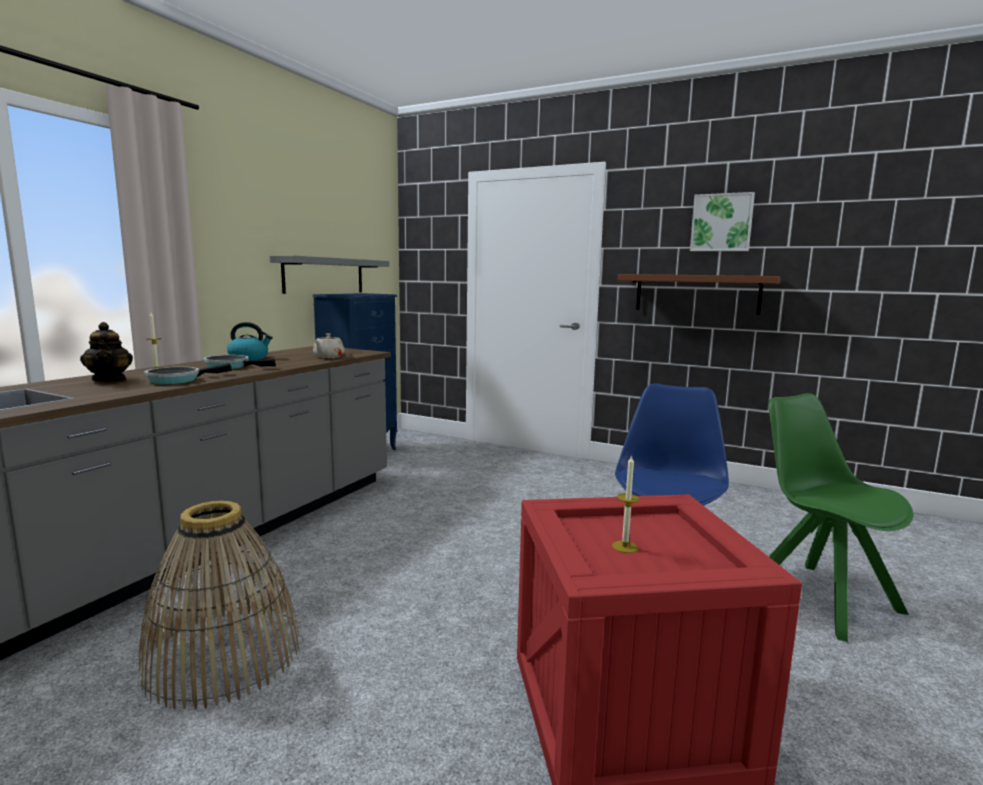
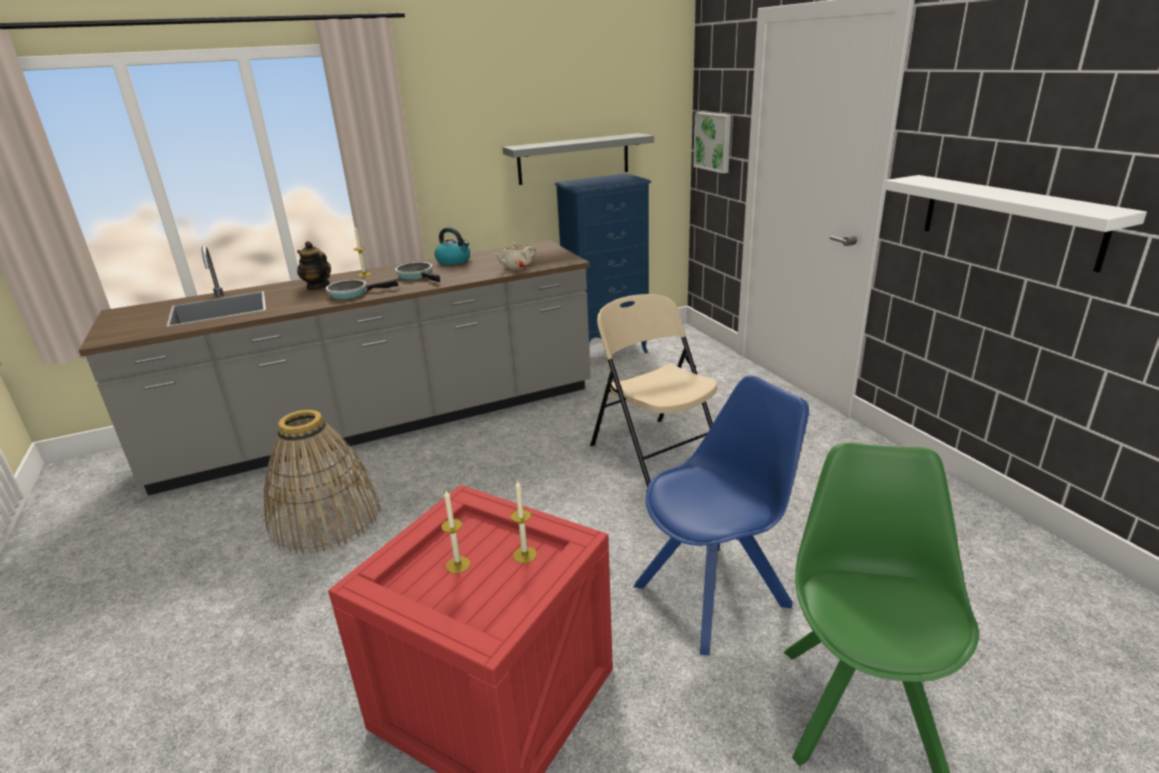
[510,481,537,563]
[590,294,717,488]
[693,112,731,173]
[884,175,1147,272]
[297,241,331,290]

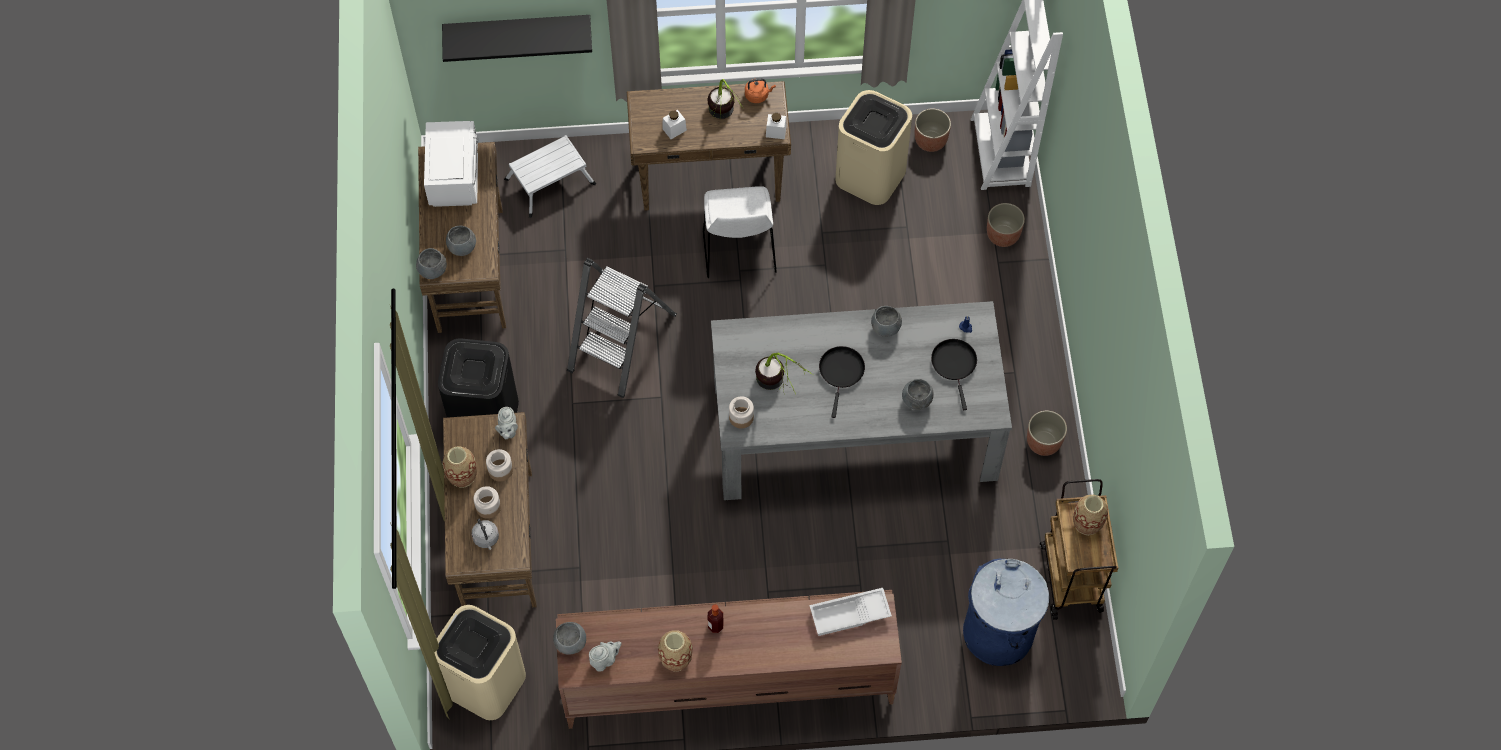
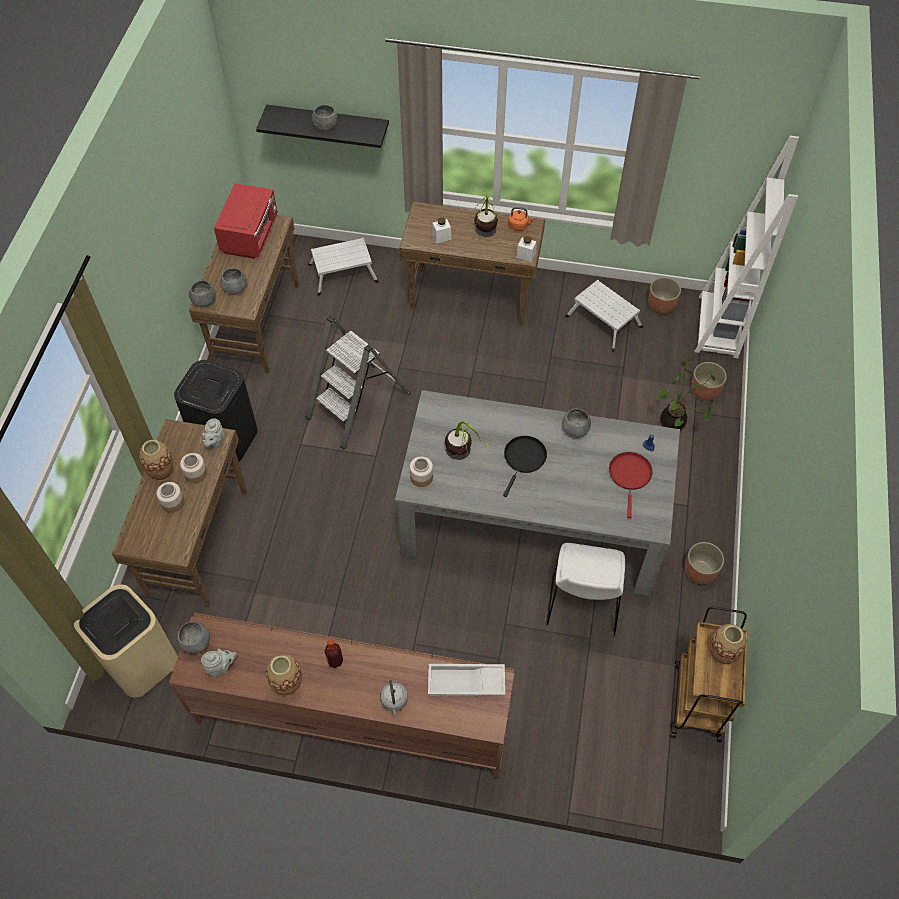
[963,558,1050,666] (first image)
[657,361,716,430]
[380,680,408,716]
[547,543,625,636]
[312,104,338,131]
[565,280,643,352]
[214,183,278,259]
[609,452,653,518]

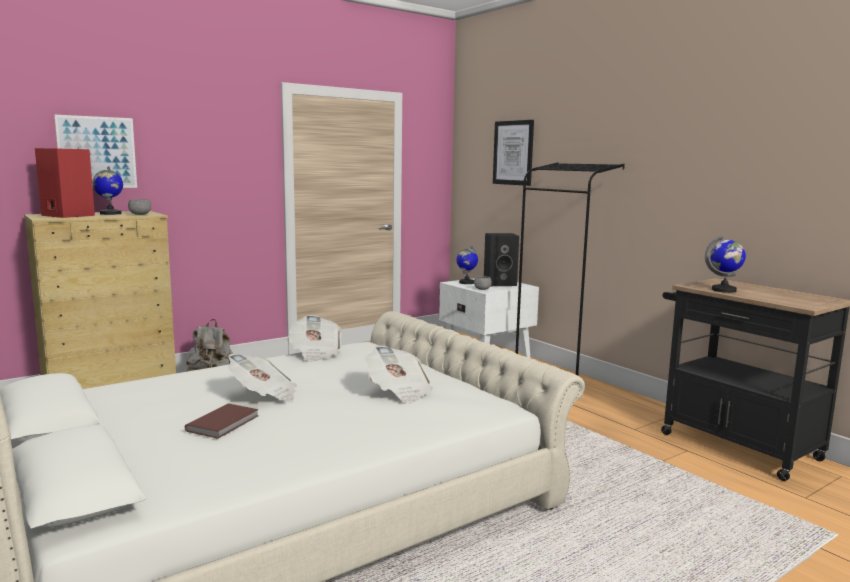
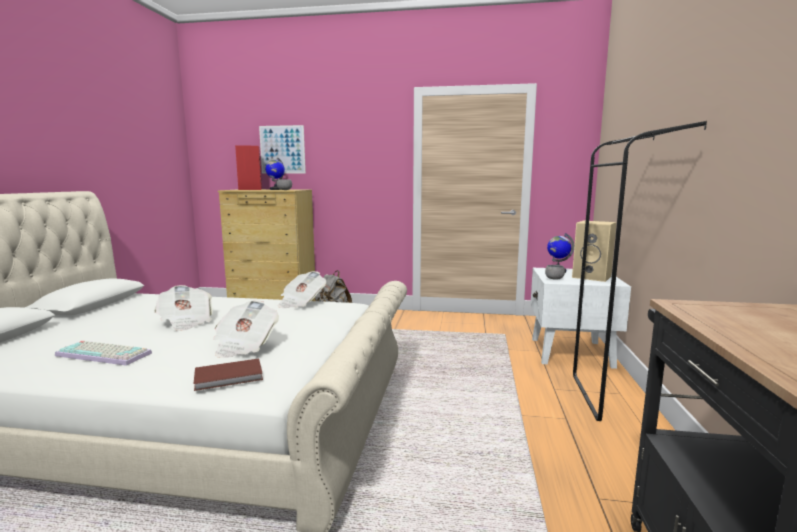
[493,120,534,186] (first image)
[705,235,746,293] (first image)
[55,341,152,366]
[193,358,263,391]
[572,221,616,282]

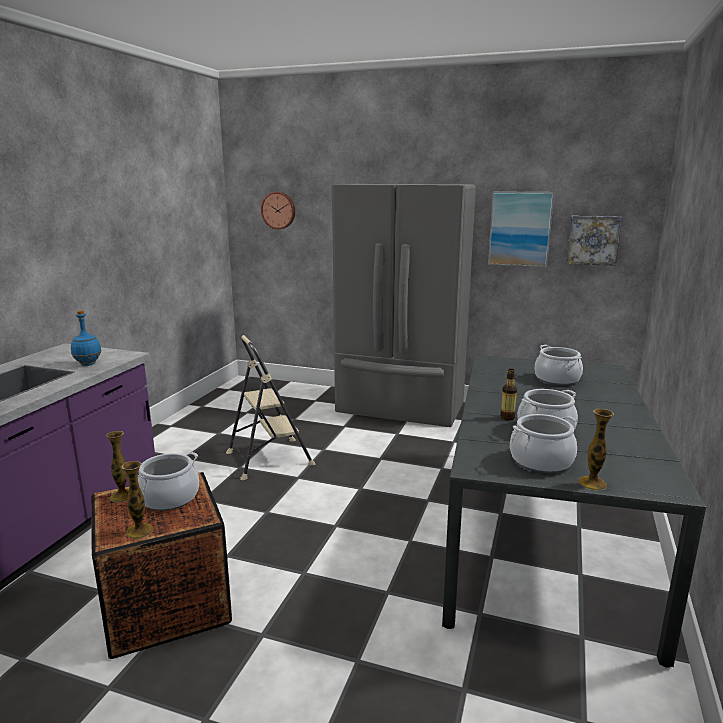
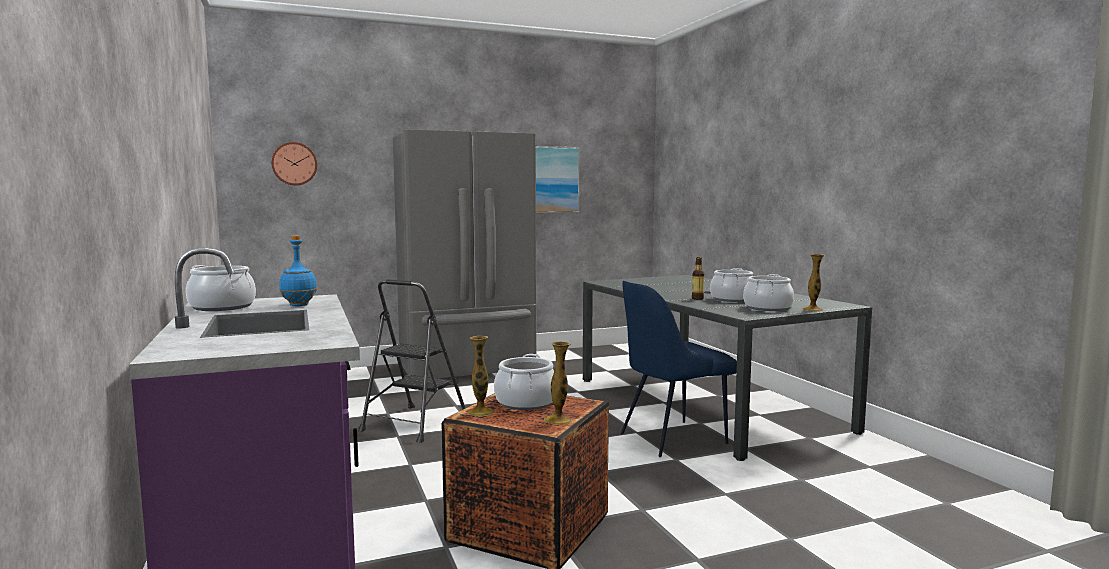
[566,216,622,266] (first image)
[621,281,737,457]
[186,265,256,311]
[358,279,465,443]

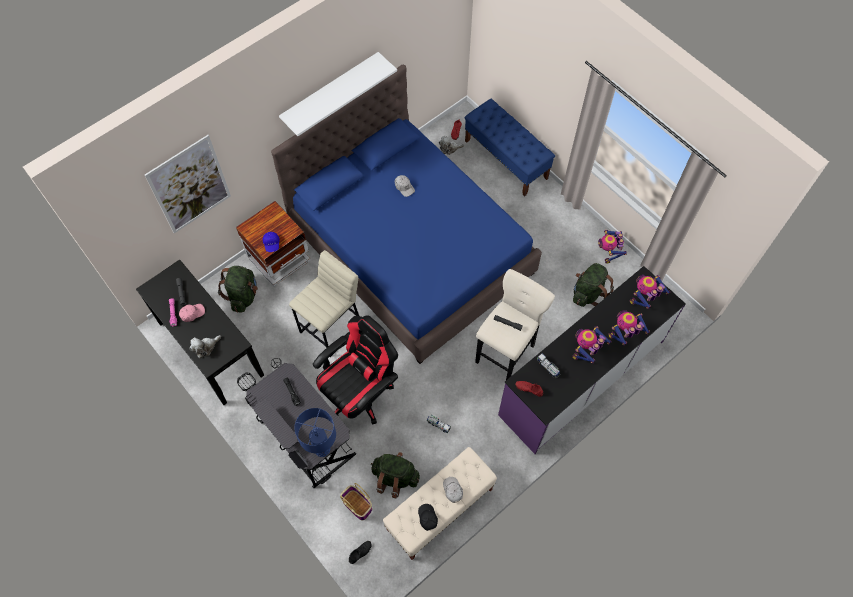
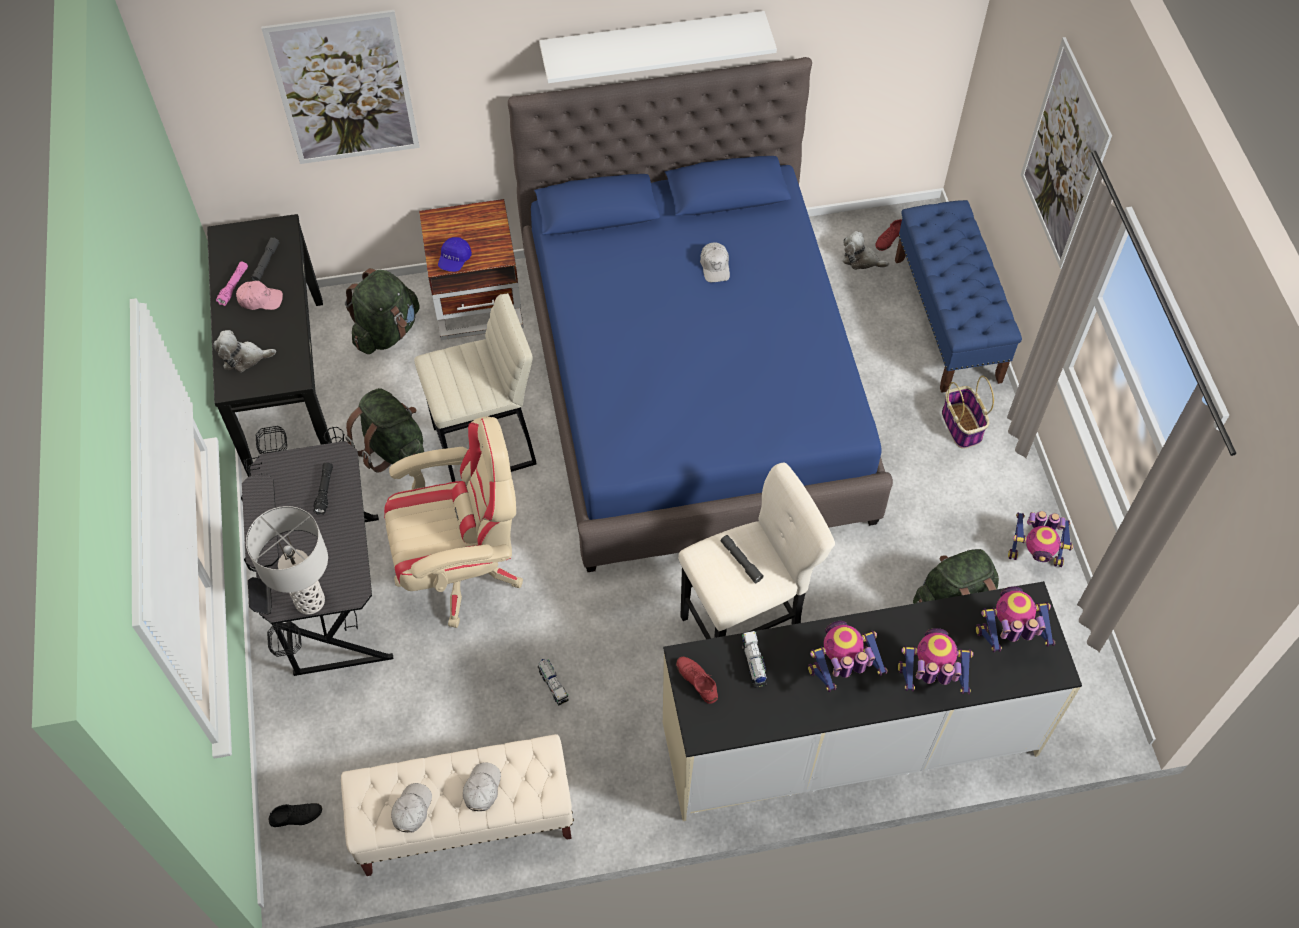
[1021,37,1112,269]
[942,376,994,449]
[345,388,424,473]
[246,506,328,615]
[384,416,523,628]
[391,783,432,832]
[663,581,1082,821]
[1008,511,1073,567]

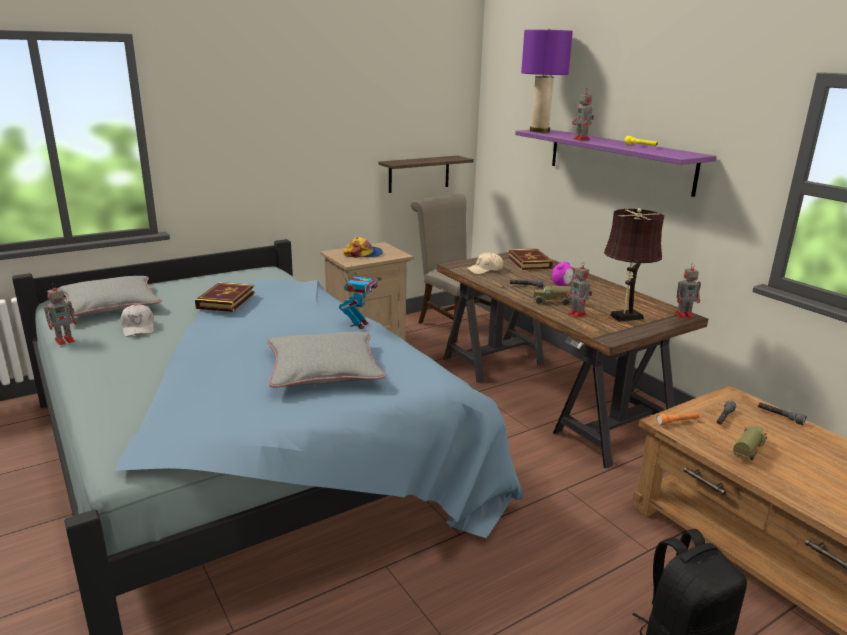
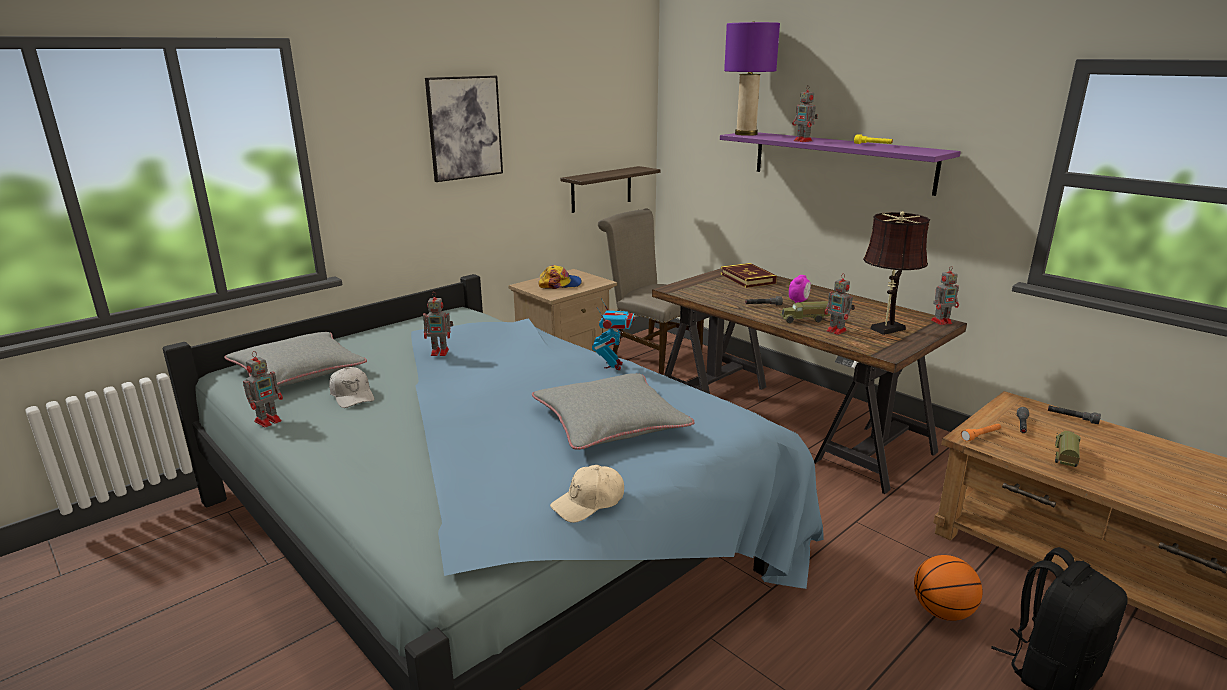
[425,76,503,182]
[914,555,983,621]
[550,465,624,523]
[423,292,453,356]

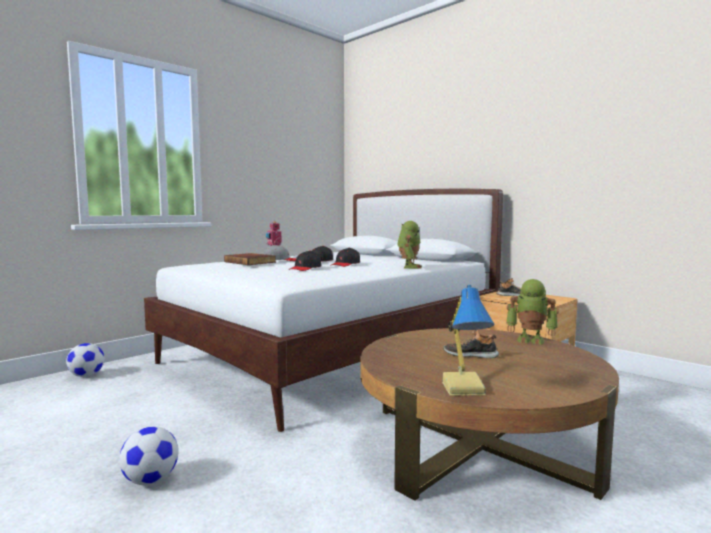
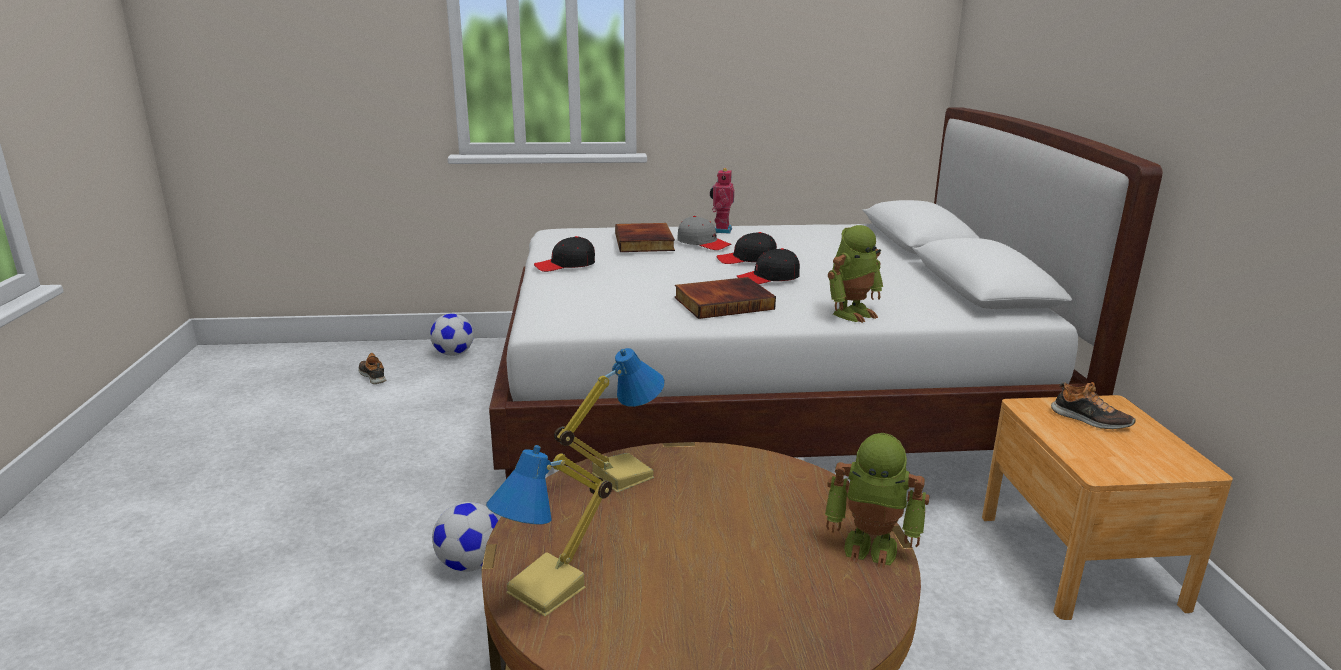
[554,348,665,493]
[674,277,776,319]
[432,502,499,572]
[534,236,595,272]
[358,353,386,384]
[825,433,929,568]

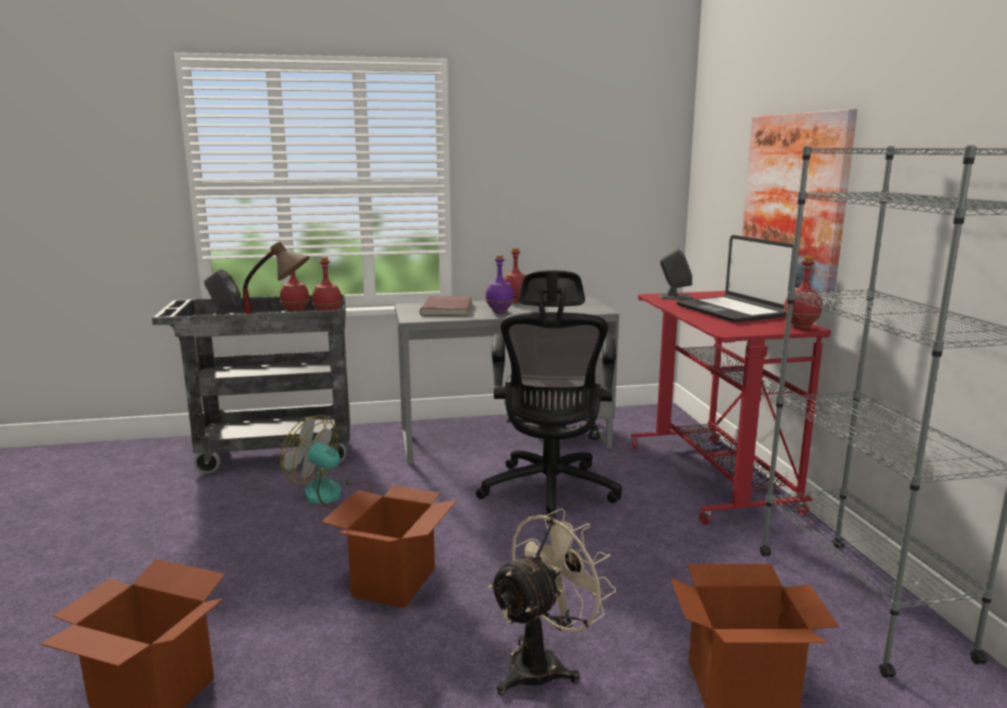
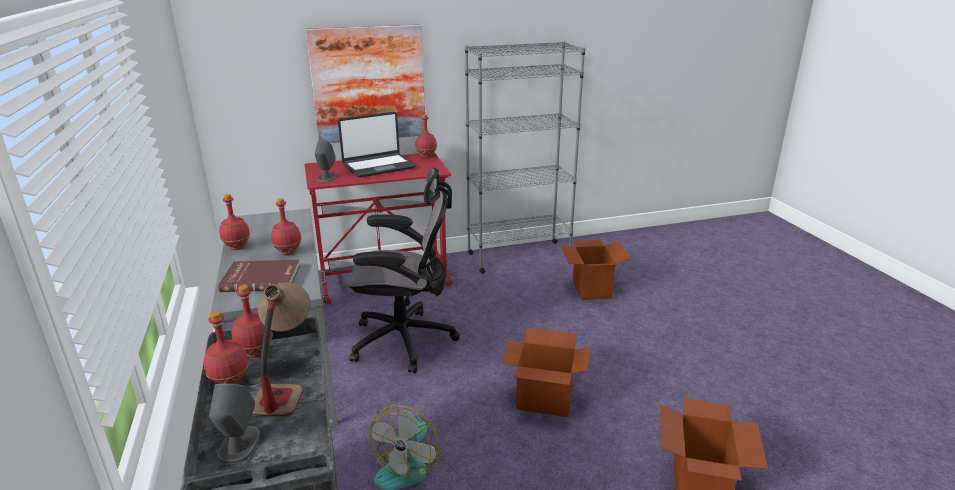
[488,508,616,696] (first image)
[271,198,302,255]

